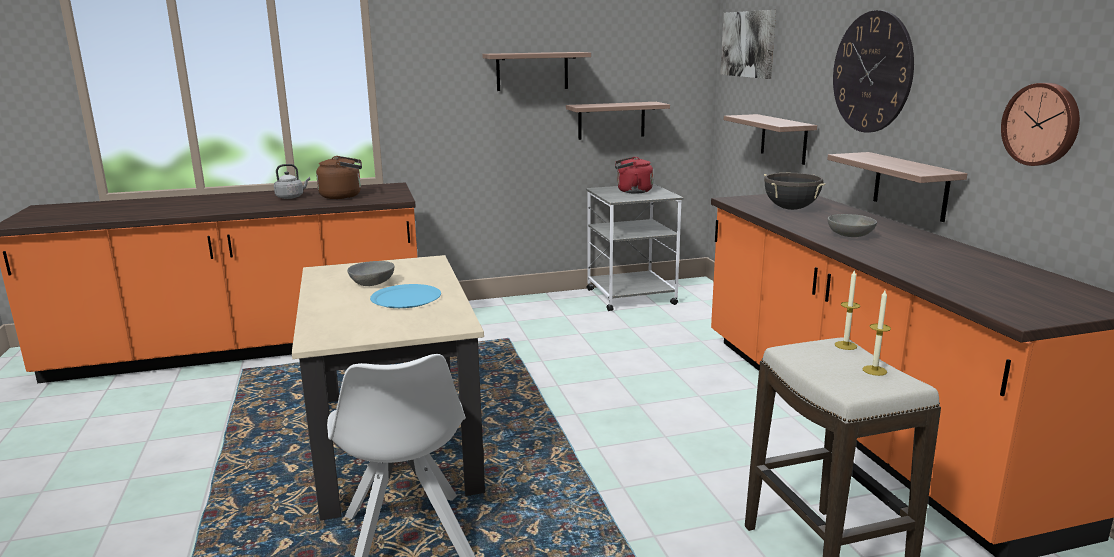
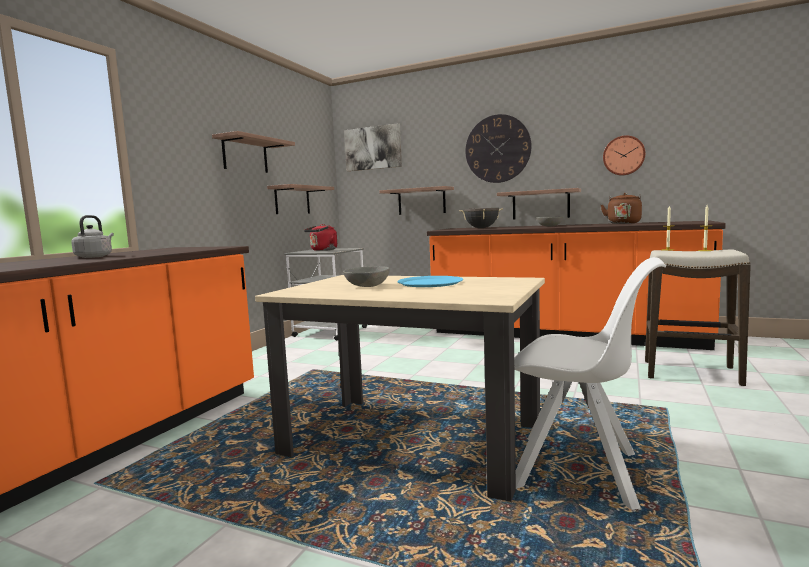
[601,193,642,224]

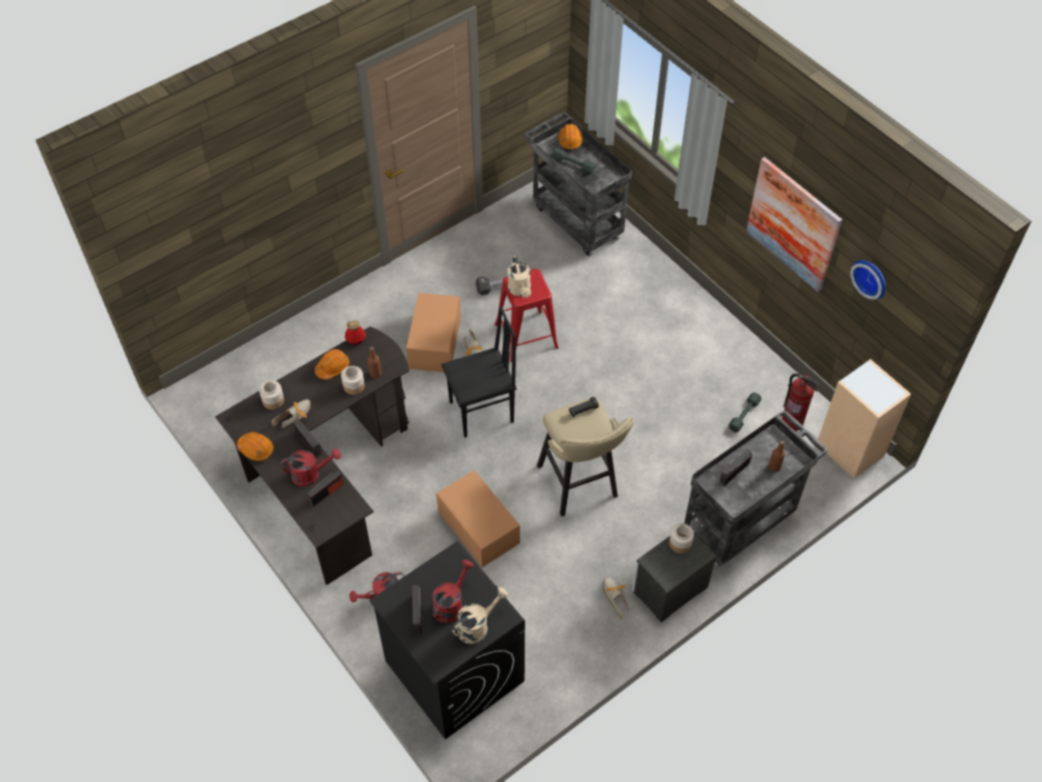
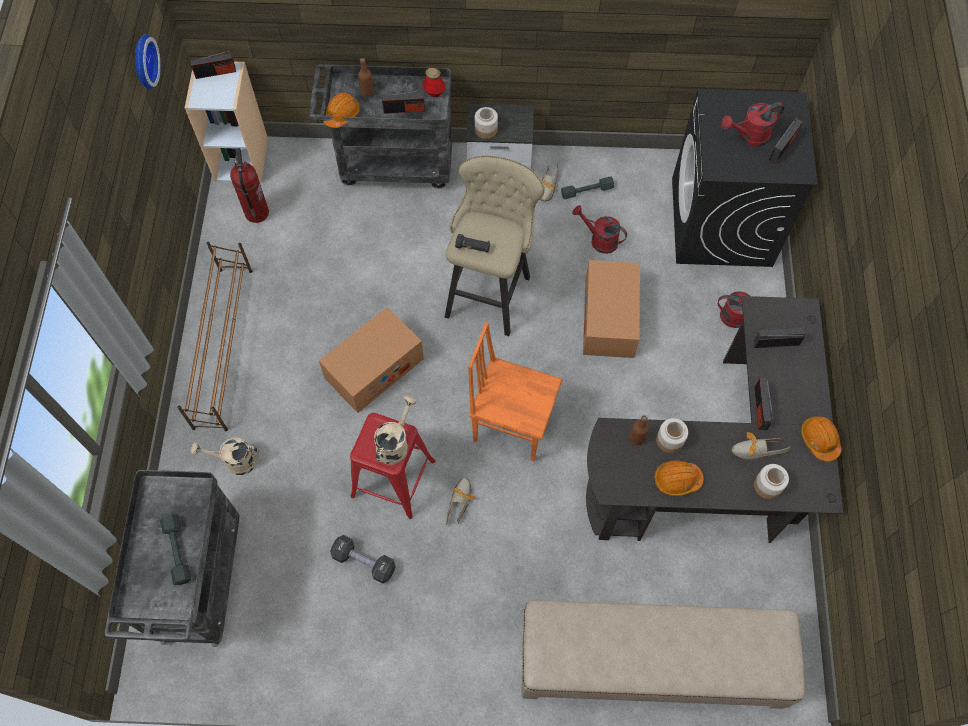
[746,157,842,292] (first image)
[177,242,253,431]
[190,51,236,79]
[522,600,805,709]
[572,205,627,254]
[422,68,446,97]
[319,307,424,413]
[191,438,259,475]
[323,92,360,128]
[561,176,614,199]
[468,322,562,461]

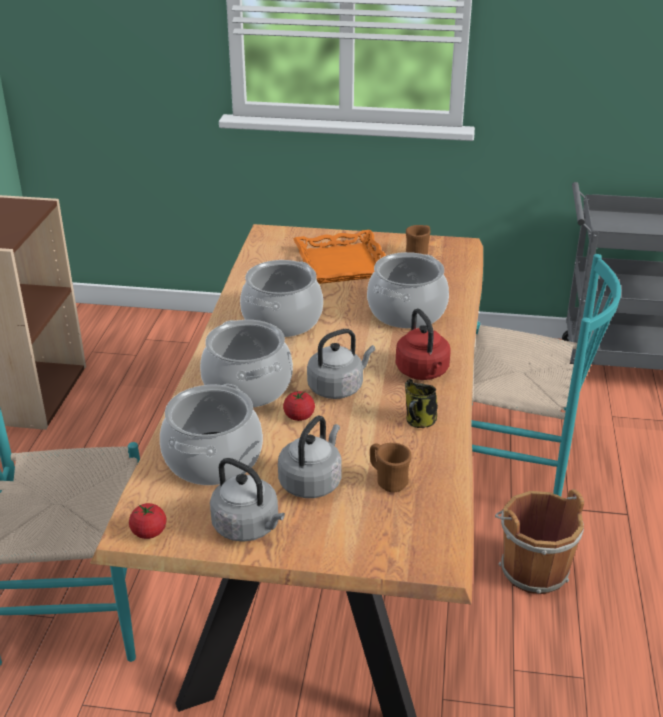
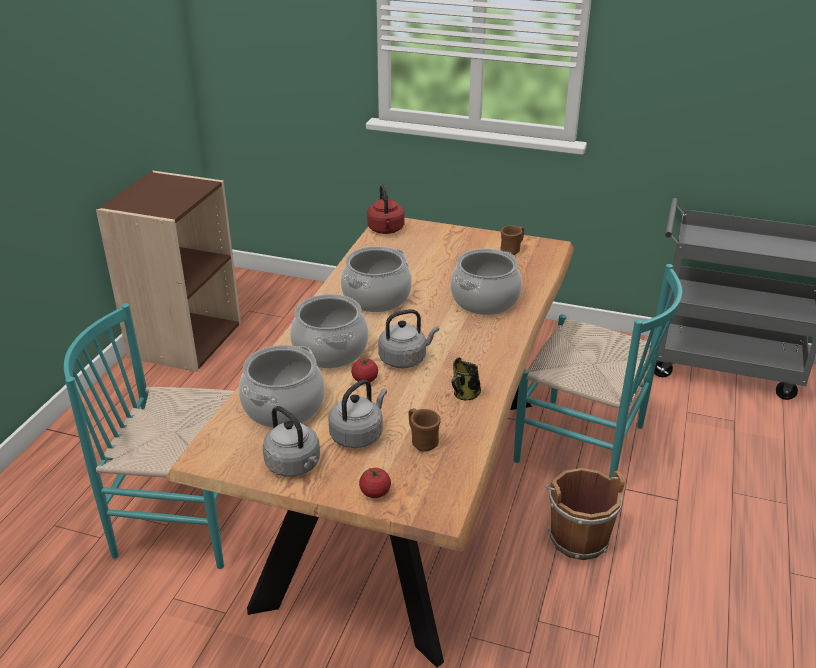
[293,230,386,284] (first image)
[359,468,391,498]
[367,184,404,234]

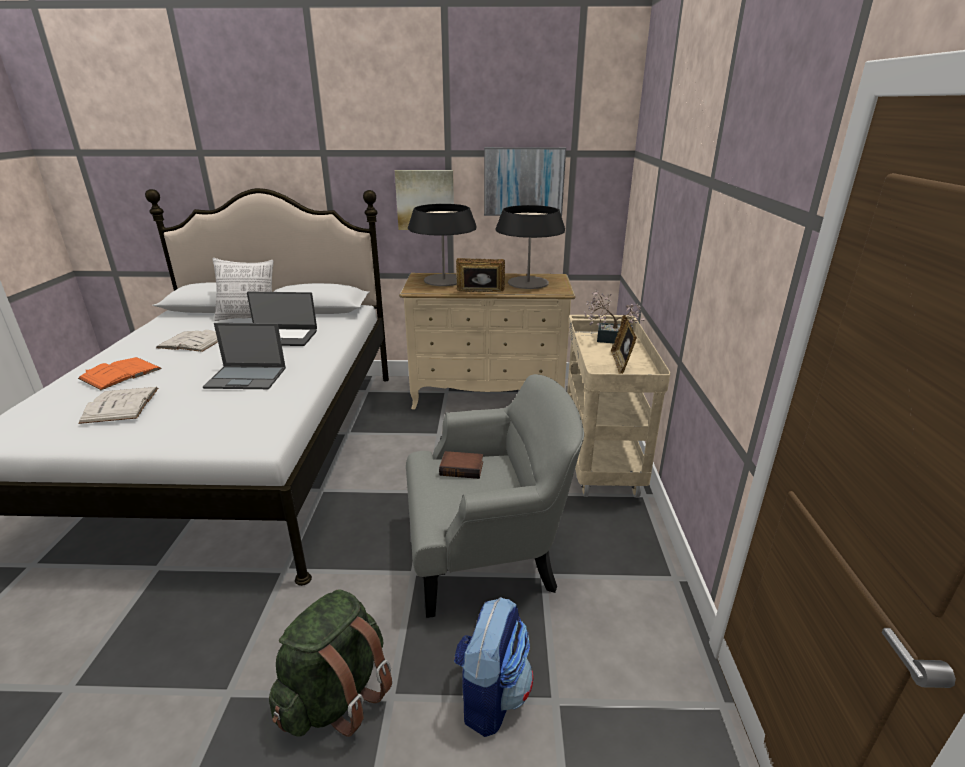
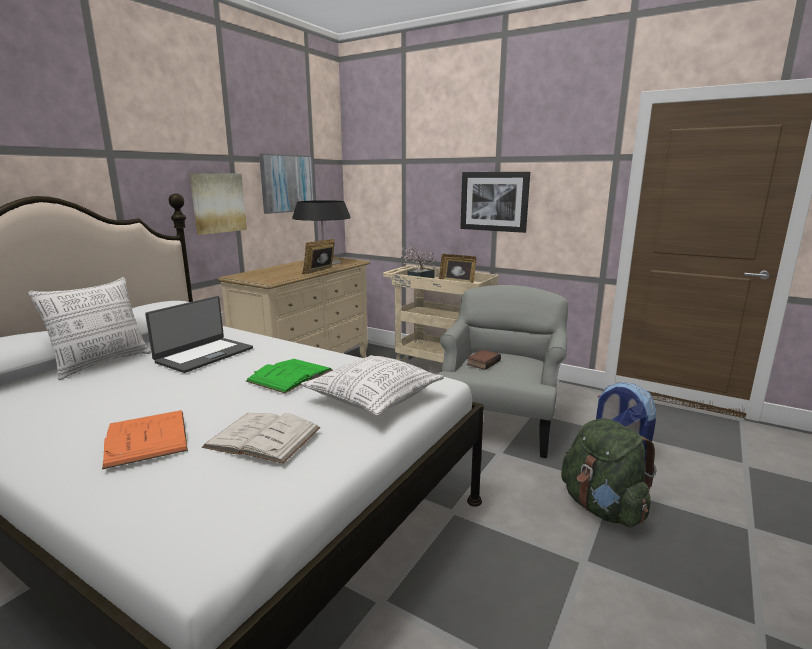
[156,330,218,352] (first image)
[408,204,477,286] (first image)
[301,355,444,416]
[460,172,530,233]
[246,359,332,393]

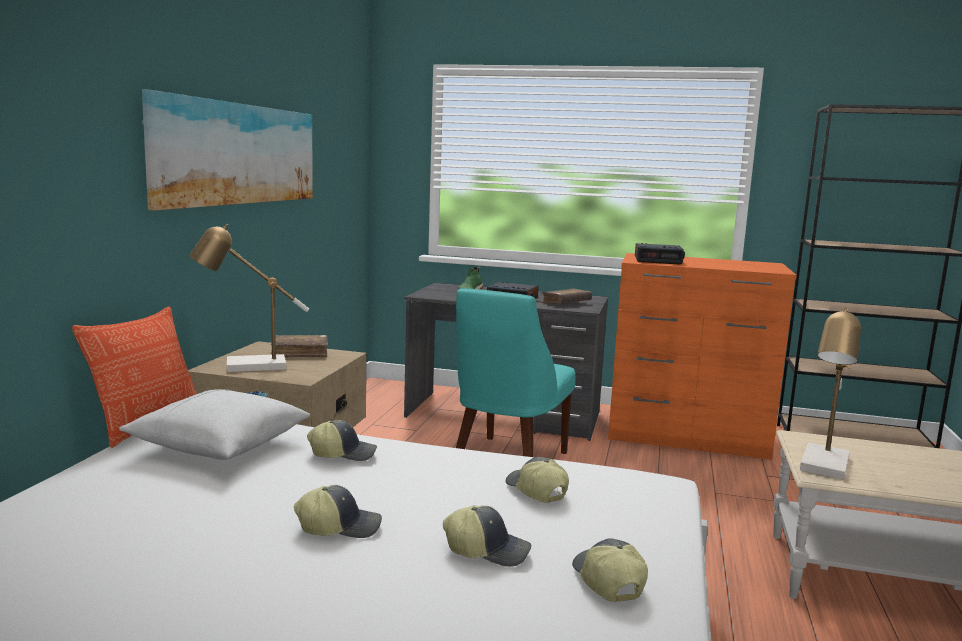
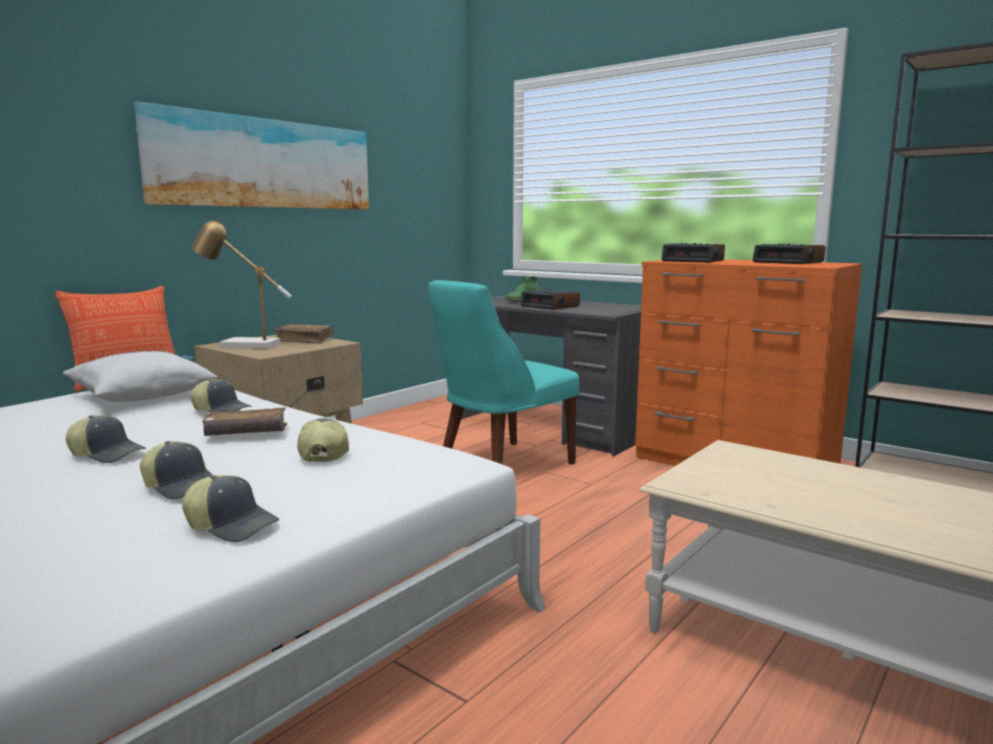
[800,306,861,480] (first image)
[752,243,826,264]
[202,407,287,436]
[182,475,280,542]

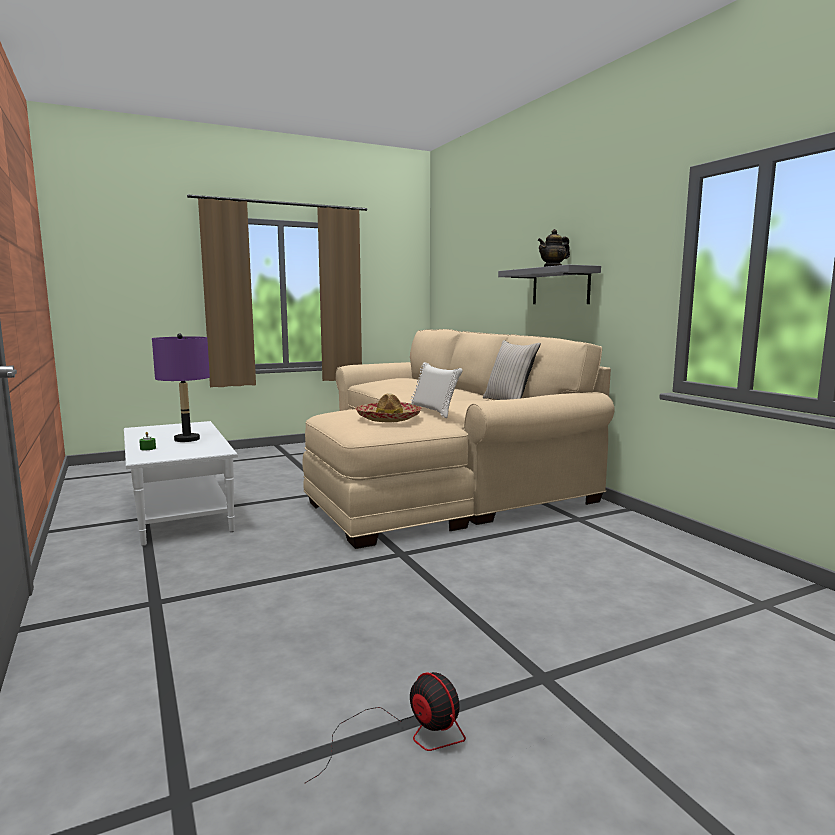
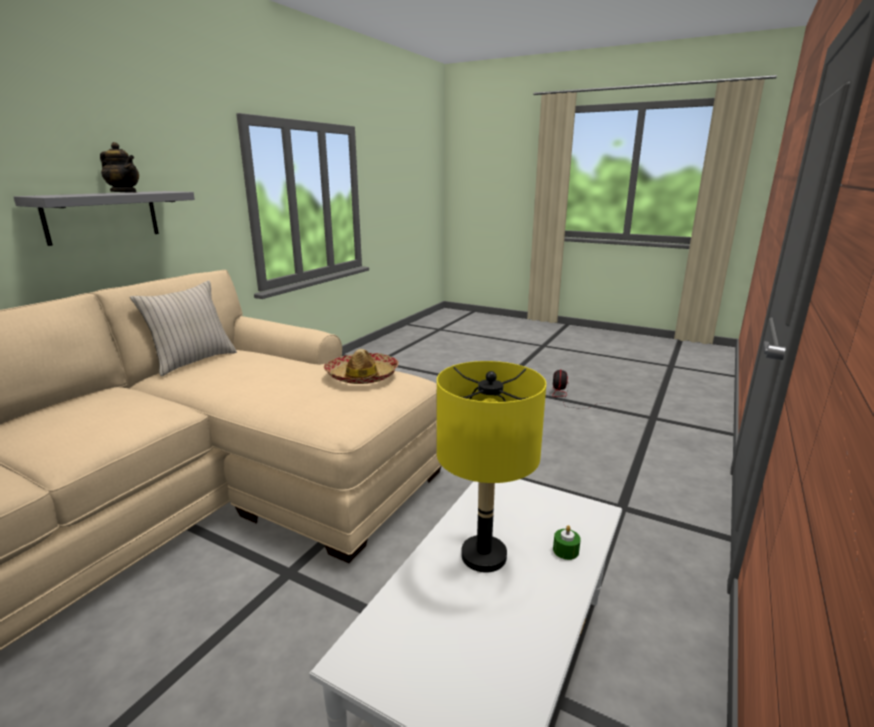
[409,362,463,418] (first image)
[437,361,546,573]

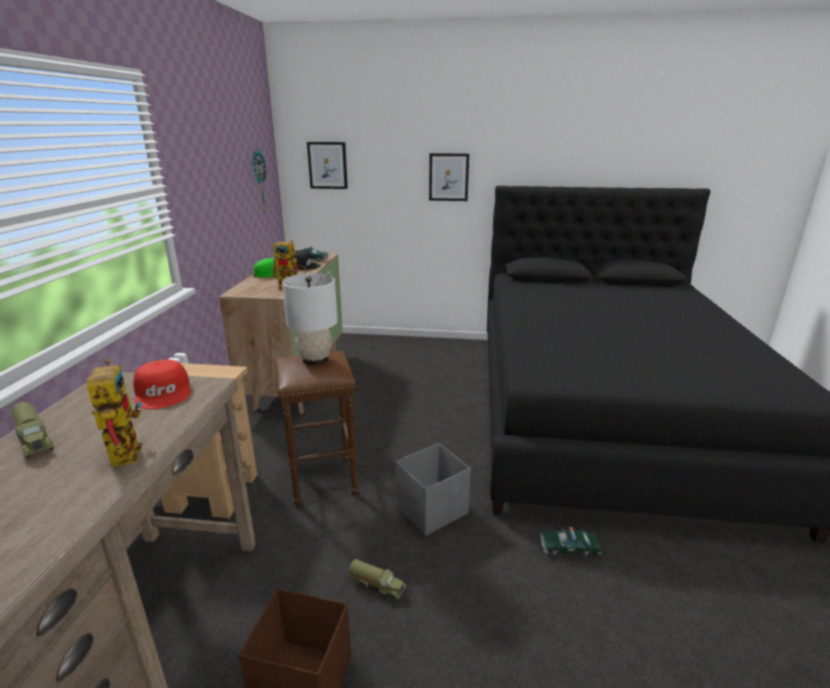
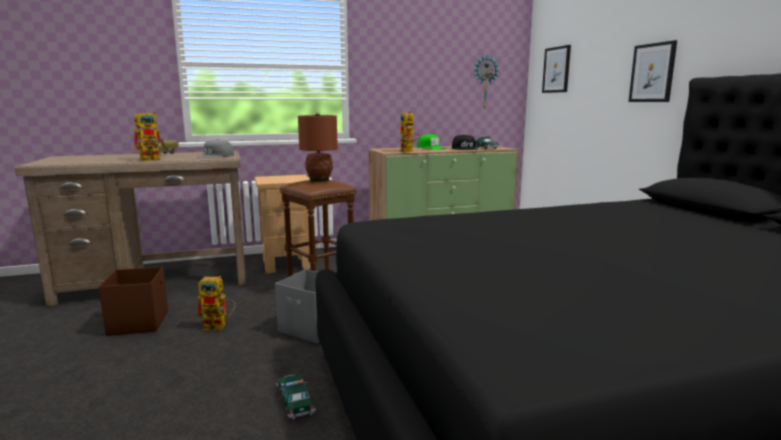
[196,276,236,331]
[195,139,234,158]
[298,112,338,182]

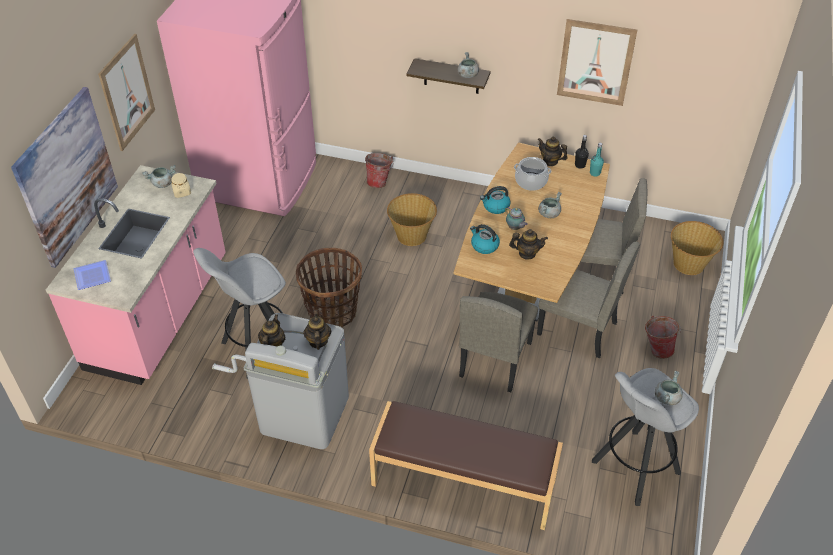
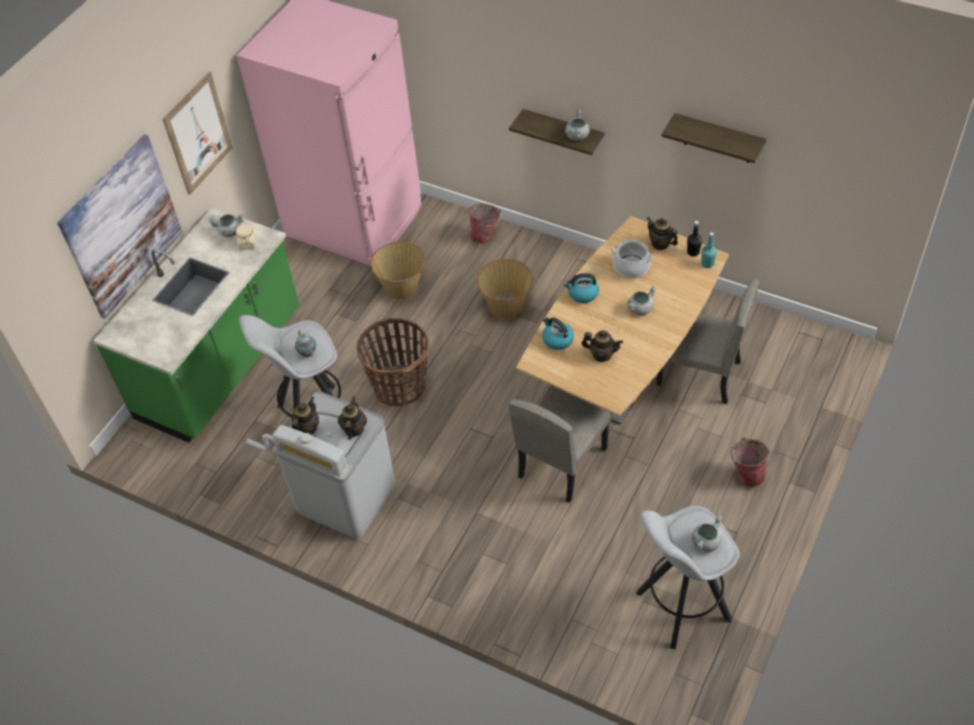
[73,260,111,290] (first image)
[369,401,563,530] (first image)
[537,242,640,358] (first image)
[295,330,316,357]
[371,241,426,300]
[661,113,767,163]
[93,207,299,443]

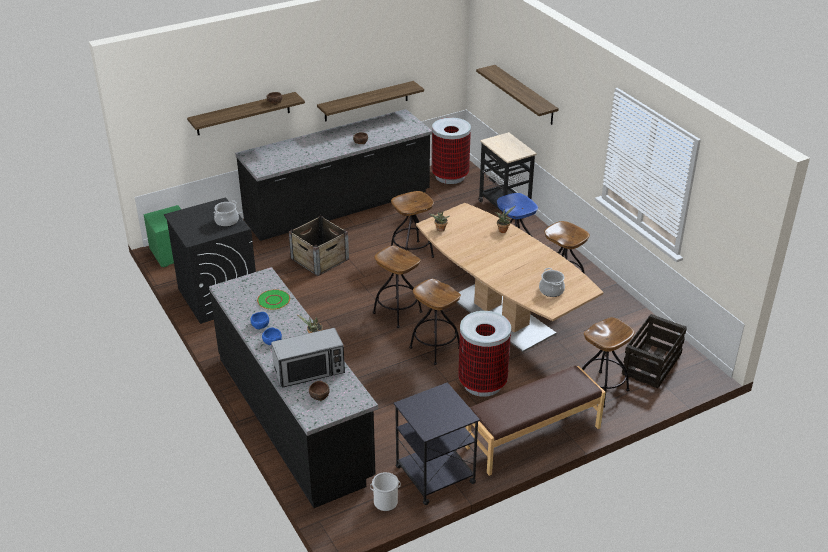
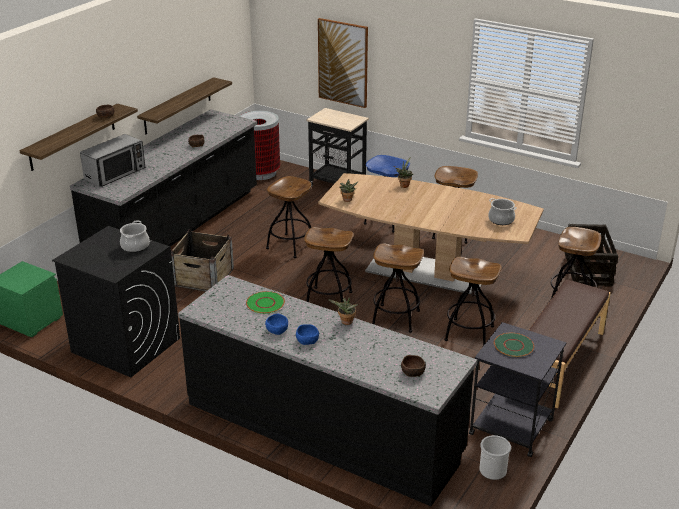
[494,333,534,357]
[80,134,146,187]
[444,257,502,346]
[318,18,368,108]

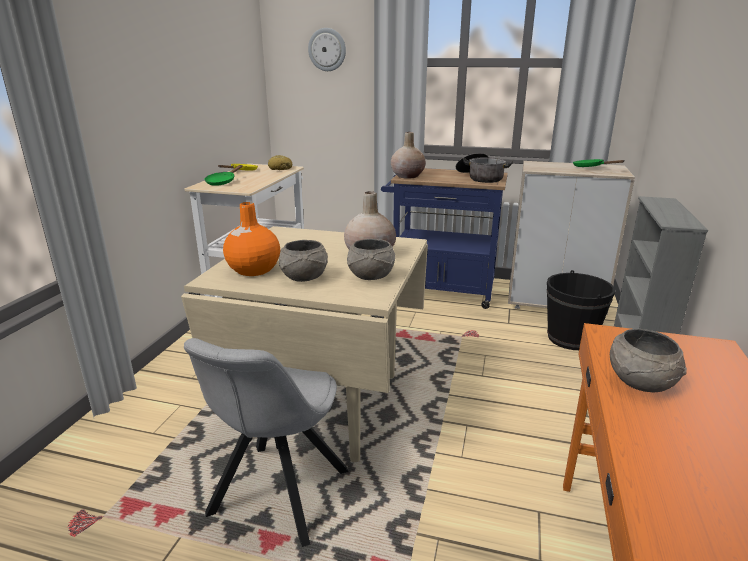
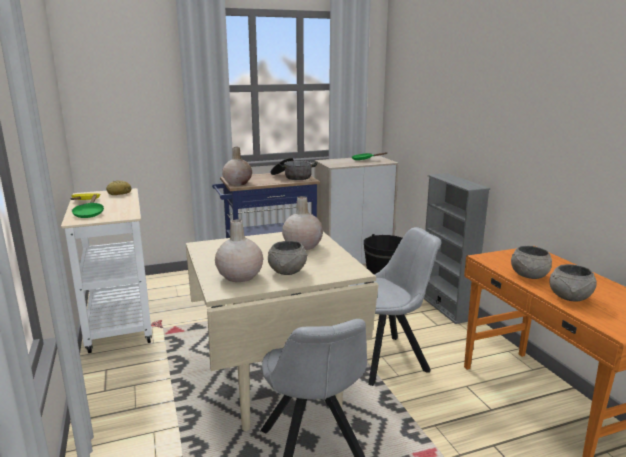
[308,28,346,71] (first image)
[348,227,441,386]
[549,264,597,301]
[215,219,263,282]

